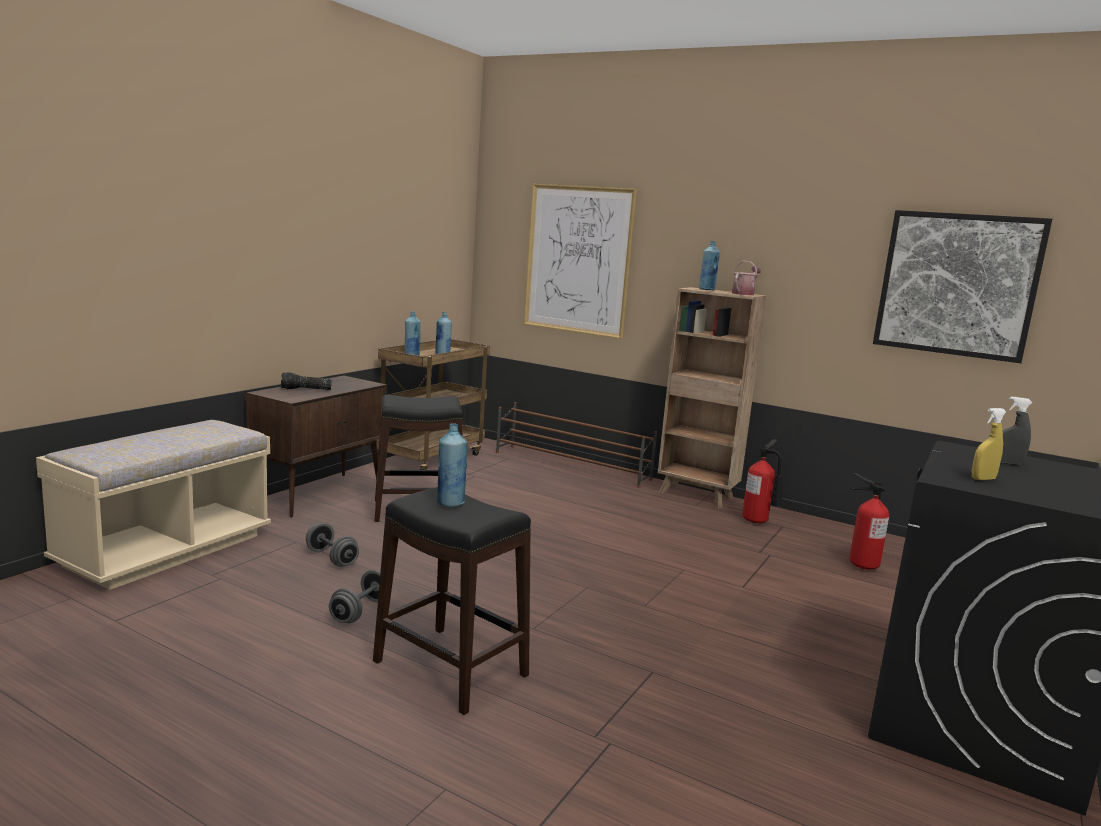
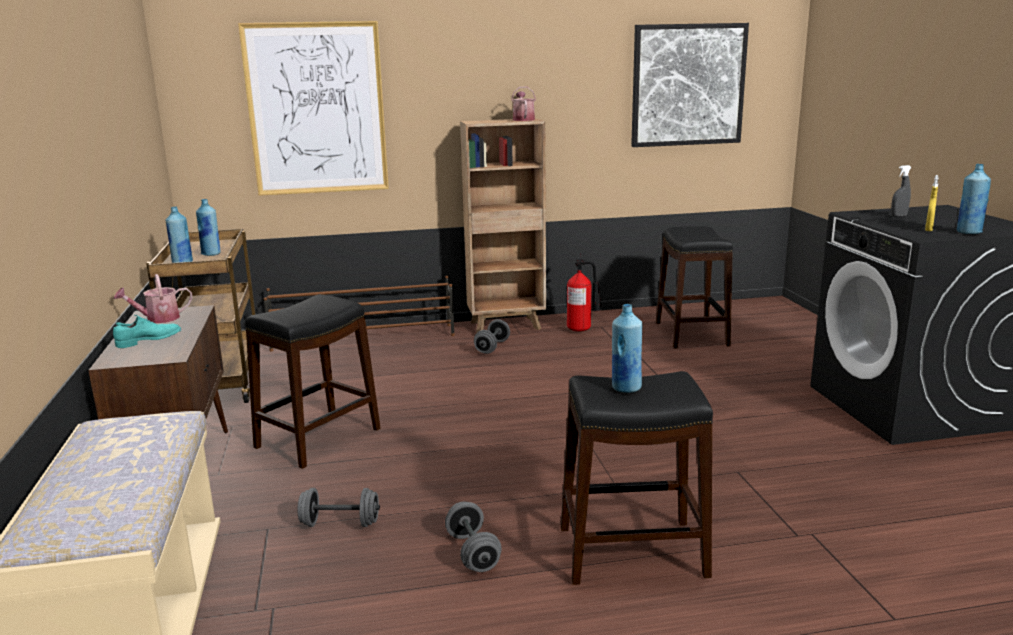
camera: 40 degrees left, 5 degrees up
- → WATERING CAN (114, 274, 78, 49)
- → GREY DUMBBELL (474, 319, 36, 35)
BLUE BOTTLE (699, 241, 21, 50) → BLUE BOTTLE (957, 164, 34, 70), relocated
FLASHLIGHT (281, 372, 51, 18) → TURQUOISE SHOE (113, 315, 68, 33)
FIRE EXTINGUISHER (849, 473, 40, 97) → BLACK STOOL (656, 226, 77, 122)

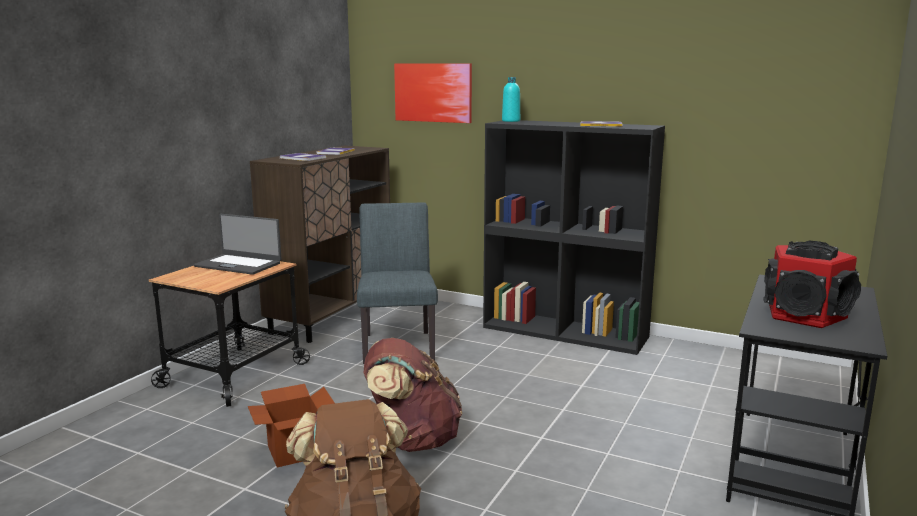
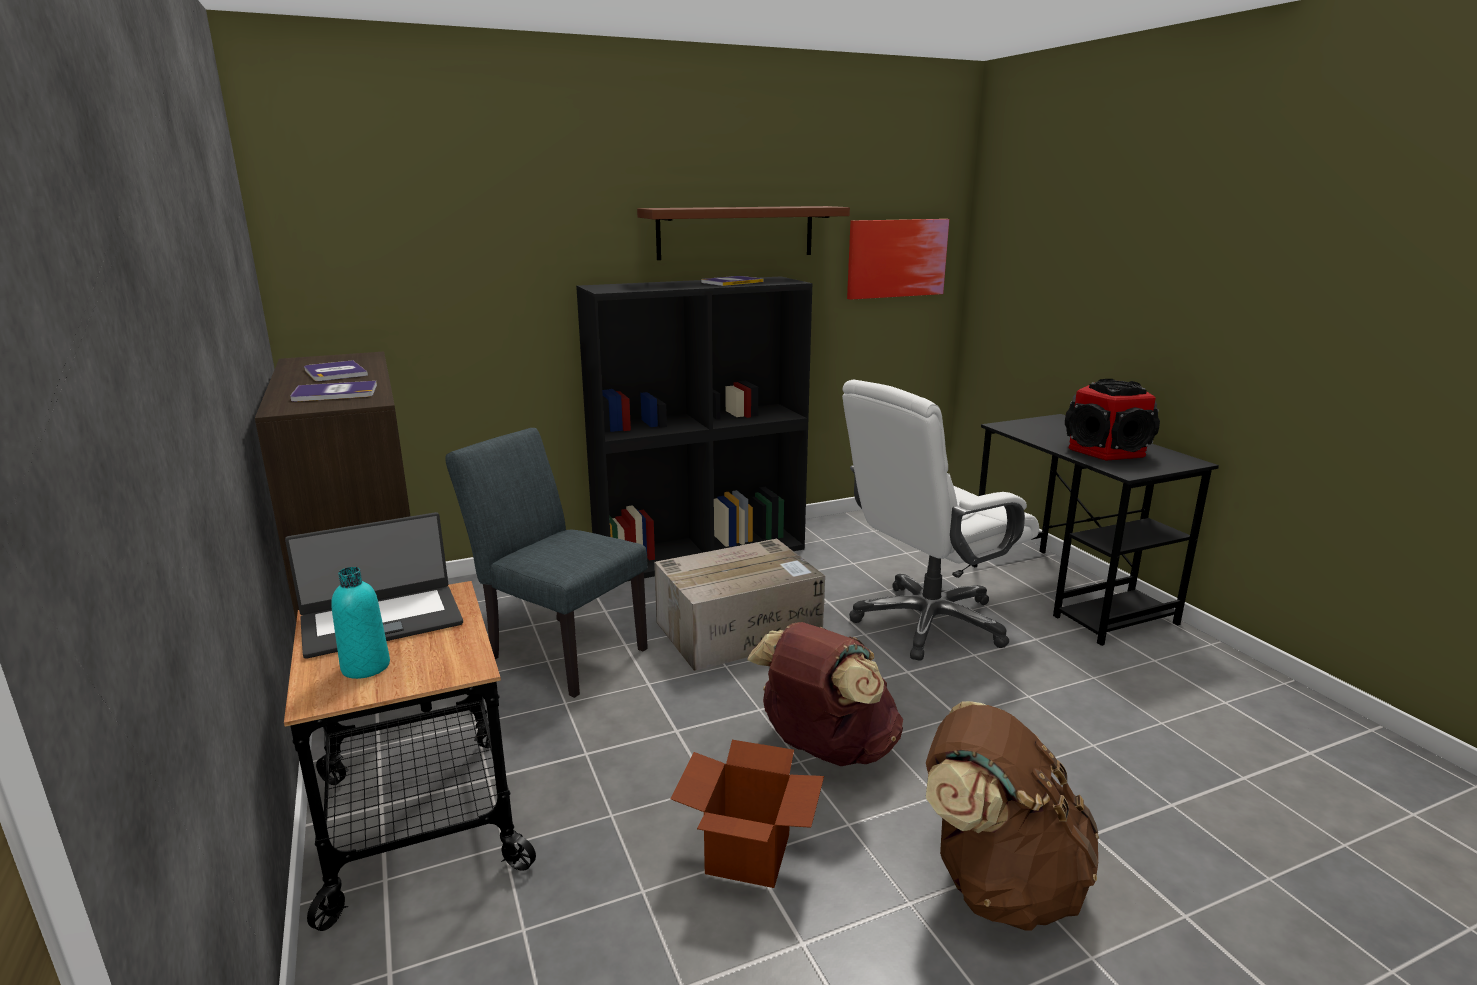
camera: 50 degrees left, 5 degrees up
- → BROWN SHELF (637, 206, 213, 54)
- → CARDBOARD BOX (654, 539, 171, 132)
- → WHITE OFFICE CHAIR (842, 380, 197, 281)
PICTURE (394, 63, 78, 60) → PICTURE (847, 219, 102, 81), relocated
TURQUOISE BOTTLE (502, 77, 18, 45) → TURQUOISE BOTTLE (331, 567, 59, 112), relocated

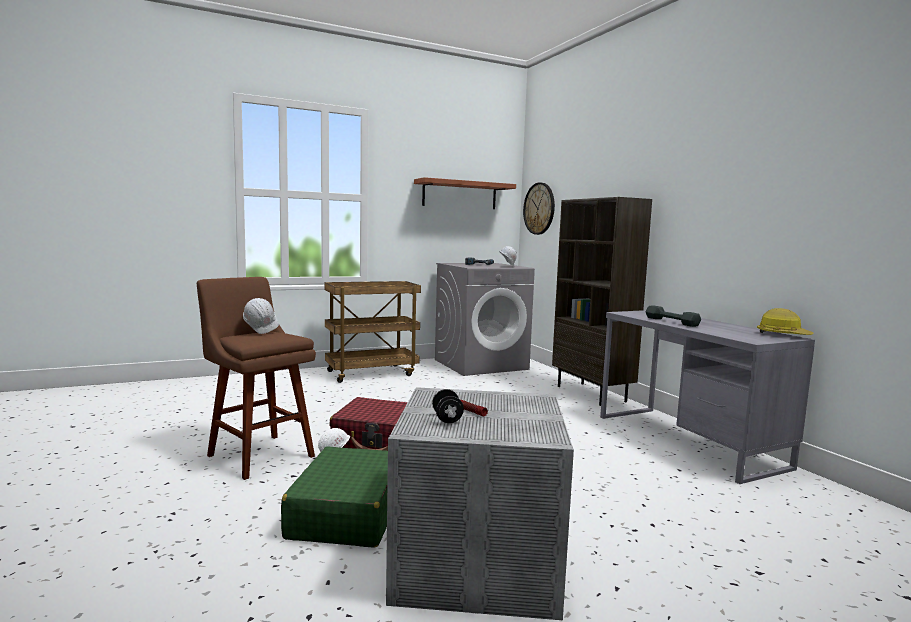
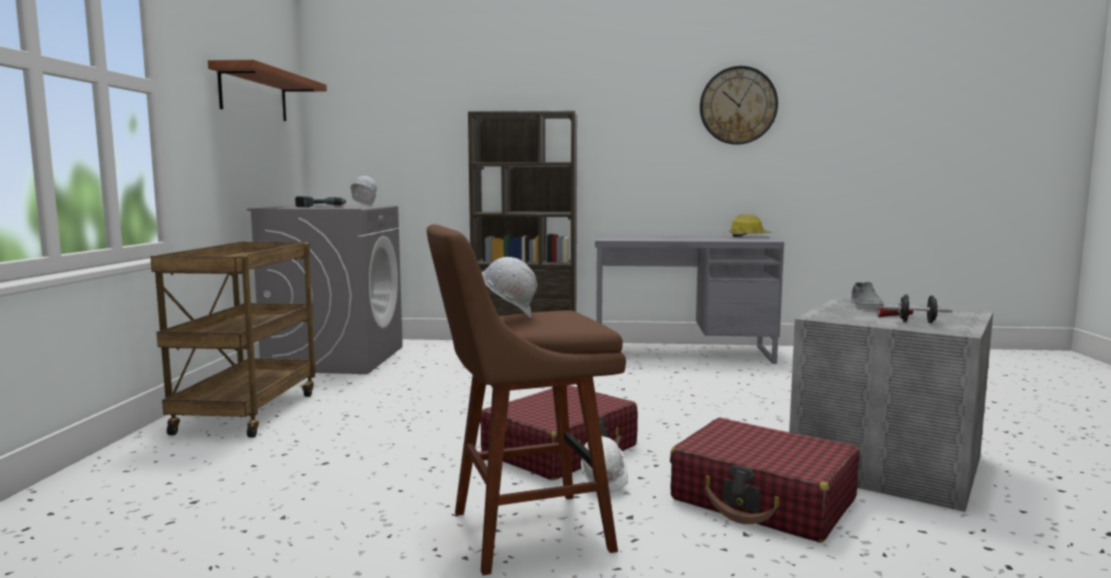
camera: 60 degrees left, 0 degrees up
GREY DUMBBELL (646, 306, 55, 21) → -
- → GREY SHOE (851, 282, 33, 28)
WALL CLOCK (523, 182, 32, 53) → WALL CLOCK (700, 66, 78, 79), relocated
GREEN SUITCASE (281, 447, 107, 101) → RED SUITCASE (670, 418, 190, 124)

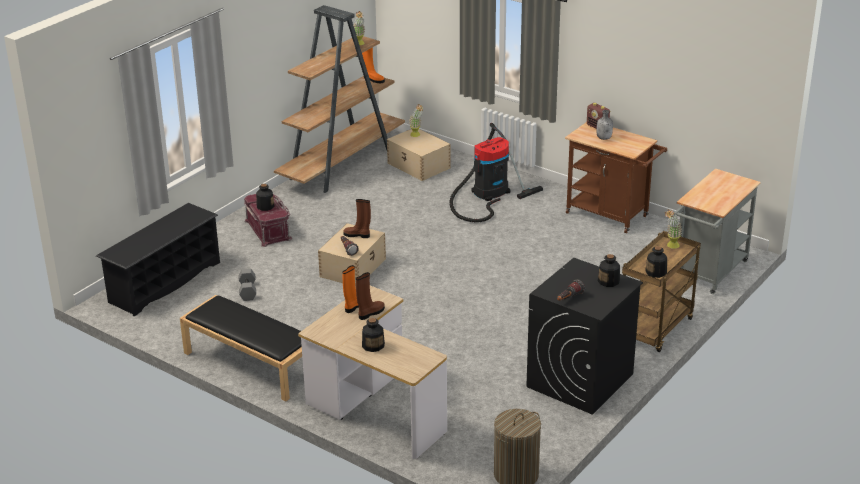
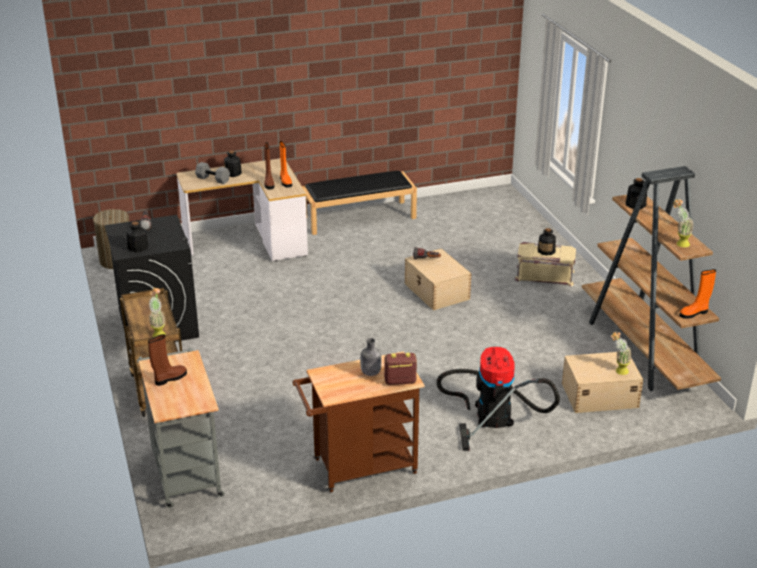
camera: 125 degrees right, 0 degrees up
BLACK SHOE RACK (96, 203, 124, 113) → -
GREY DUMBBELL (239, 268, 17, 33) → GREY DUMBBELL (195, 162, 35, 22), relocated
BROWN BOOT (343, 199, 28, 39) → BROWN BOOT (148, 334, 39, 52), relocated
BOTTLE (645, 246, 22, 32) → BOTTLE (626, 178, 21, 31), relocated
RED STORAGE BOX (244, 194, 48, 53) → BEIGE STORAGE BOX (515, 242, 61, 44)

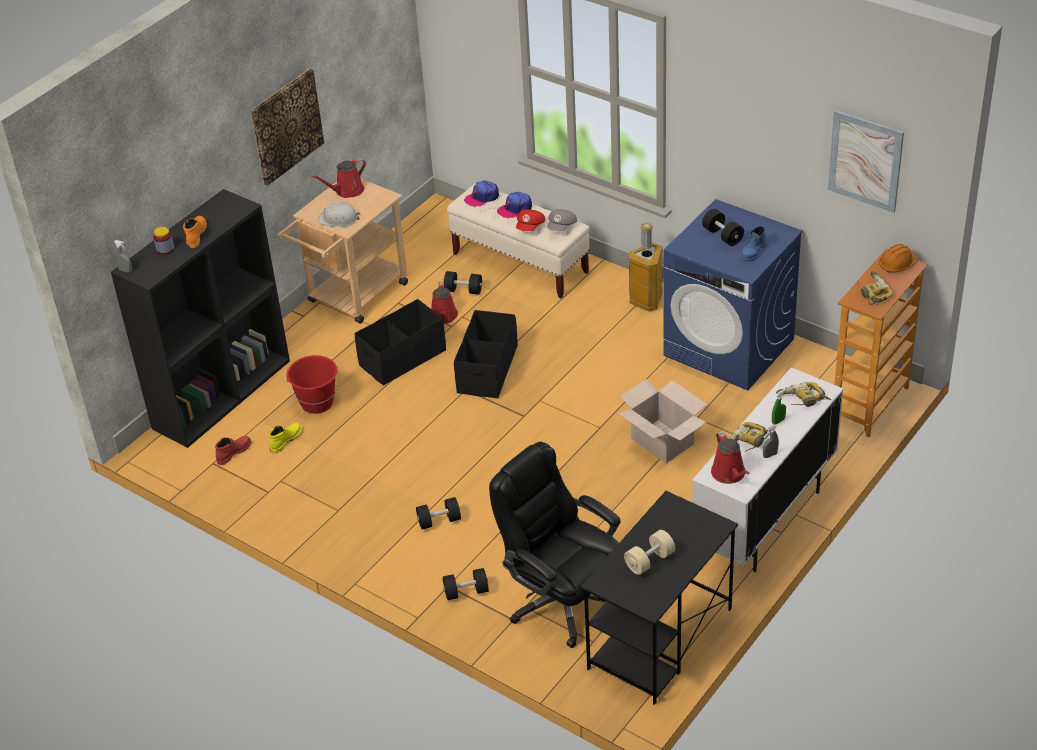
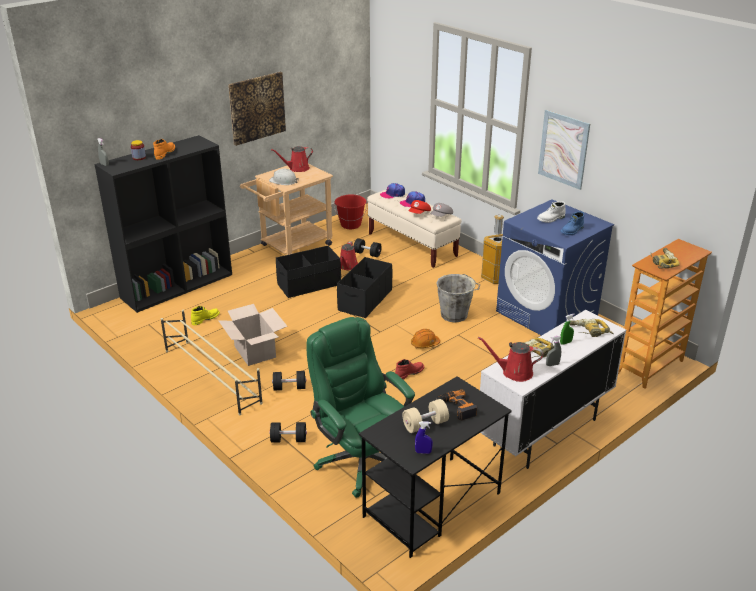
camera: 10 degrees right, 10 degrees down
- → BEIGE SHOE RACK (161, 310, 102, 105)
- → BLUE SPRAY BOTTLE (415, 421, 18, 33)
- → GREY BUCKET (436, 274, 44, 49)
- → POWER DRILL (436, 389, 41, 32)
RED BOOT (215, 436, 36, 29) → RED BOOT (395, 359, 29, 20), relocated
RED BUCKET (286, 355, 54, 59) → RED BUCKET (334, 195, 33, 34), relocated
CARDBOARD BOX (618, 379, 90, 84) → CARDBOARD BOX (218, 304, 69, 62), relocated
PICTURE (828, 110, 76, 103) → PICTURE (538, 110, 52, 80), relocated
ORANGE HARD HAT (879, 244, 39, 29) → ORANGE HARD HAT (411, 329, 29, 19), relocated
BLACK DUMBBELL (702, 209, 42, 37) → WHITE BOOT (537, 201, 29, 22)
BLACK OFFICE CHAIR (489, 441, 132, 207) → GREEN OFFICE CHAIR (307, 317, 108, 181)
RED WATERING CAN (711, 431, 39, 53) → RED WATERING CAN (478, 337, 65, 45), 105 degrees clockwise

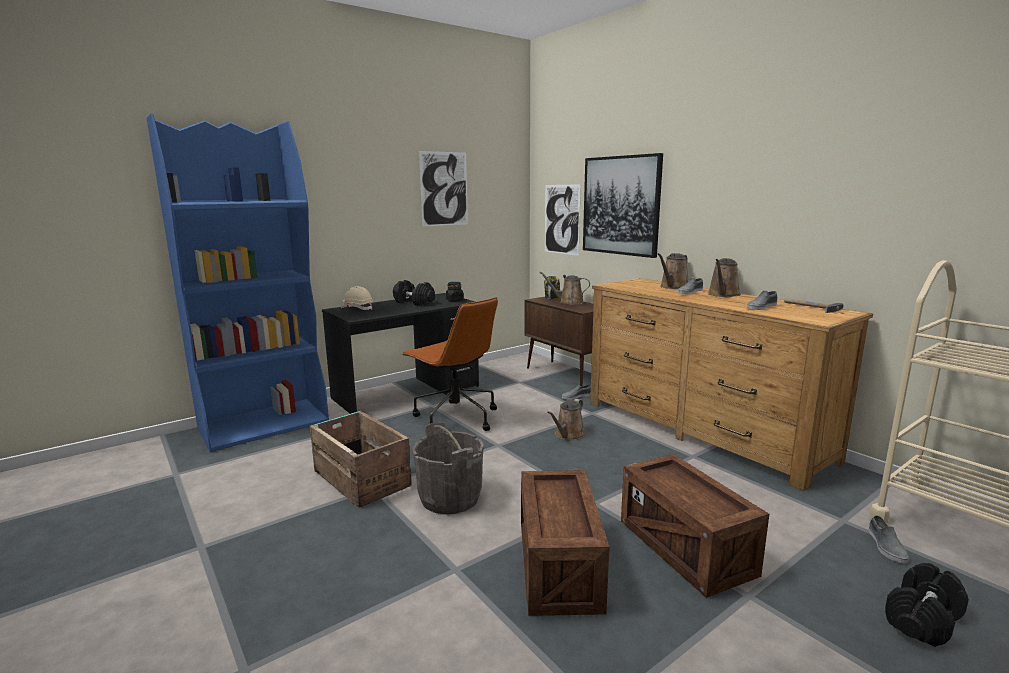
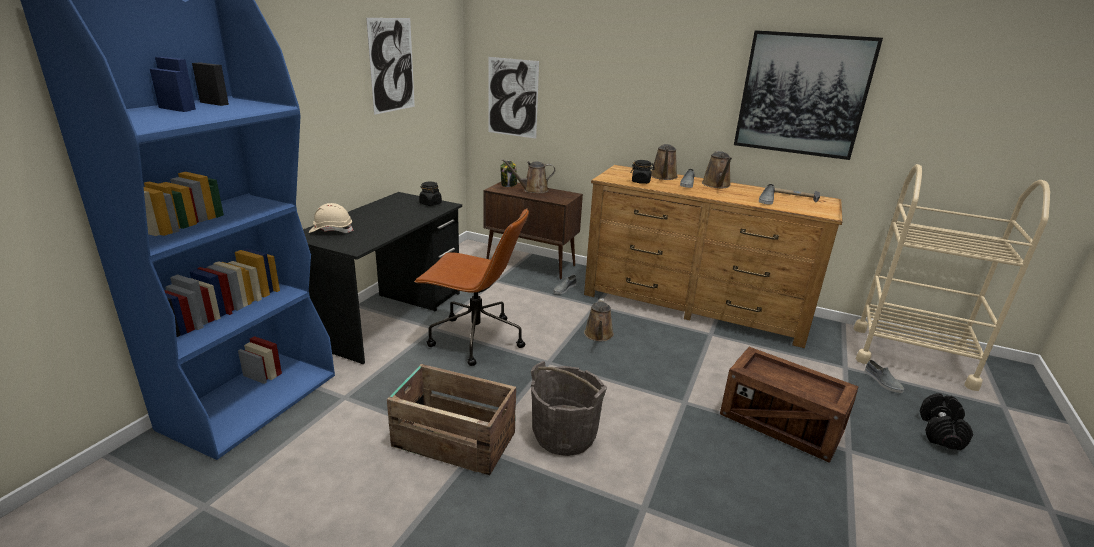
camera: 30 degrees left, 10 degrees up
BLACK DUMBBELL (393, 280, 42, 26) → -
CRATE (521, 470, 89, 146) → -
- → BLACK JAR (631, 160, 24, 24)
PICTURE (583, 153, 80, 105) → PICTURE (734, 30, 149, 130), relocated

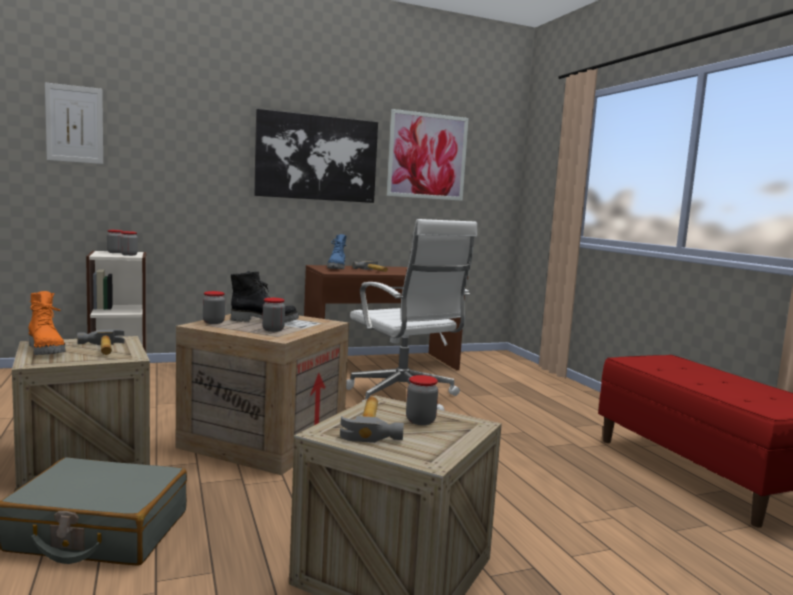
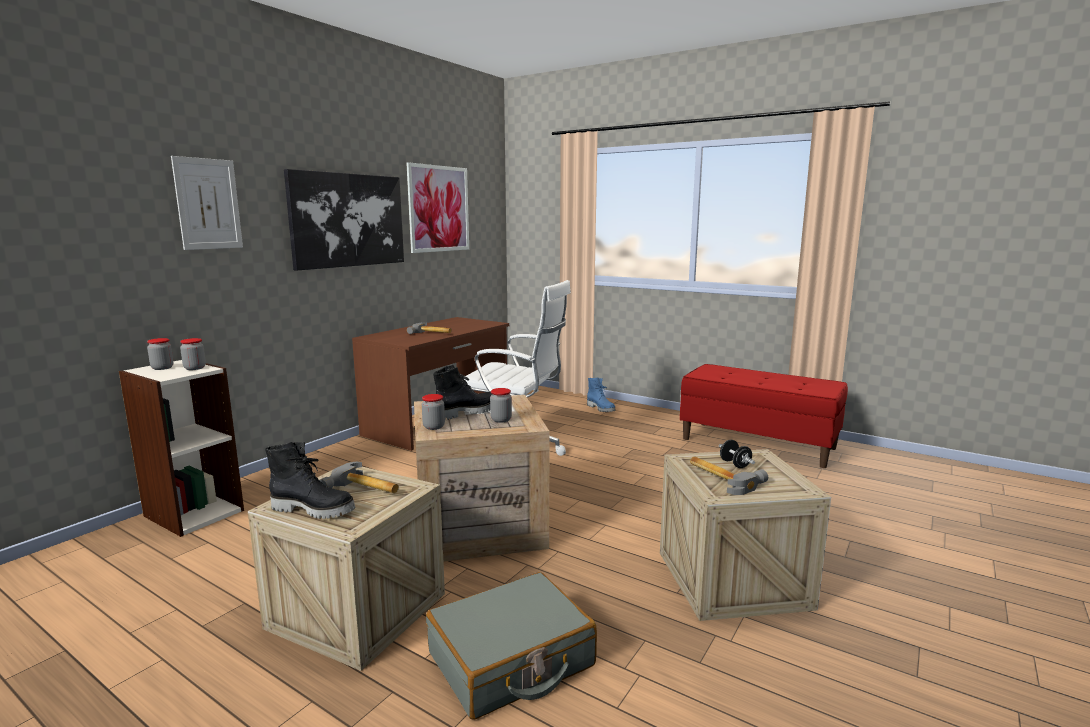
camera: 35 degrees left, 5 degrees up
PICTURE (45, 82, 58, 82) → PICTURE (171, 156, 72, 94), relocated
BLUE BOOT (327, 234, 20, 35) → BLUE BOOT (587, 377, 28, 35), relocated
JAR (406, 375, 32, 50) → BLACK DUMBBELL (719, 440, 36, 28)
ORANGE BOOT (28, 291, 37, 64) → BLACK BOOT (265, 442, 91, 77)

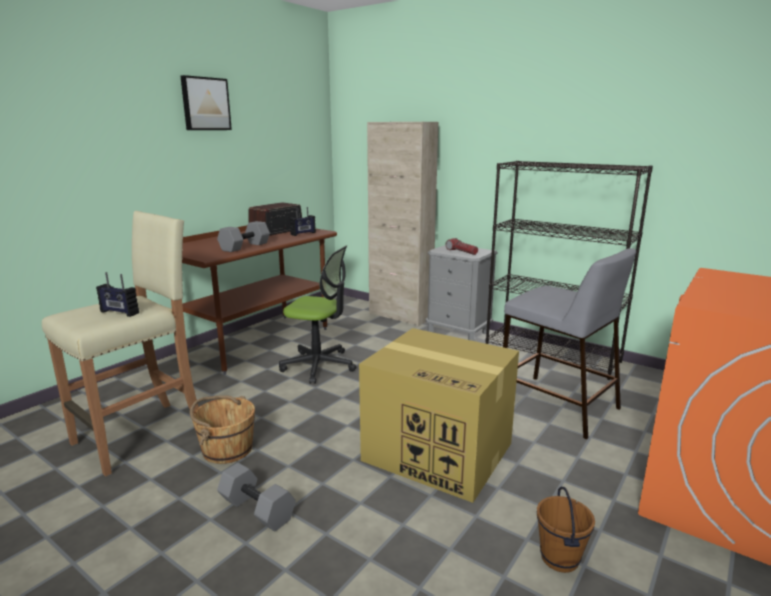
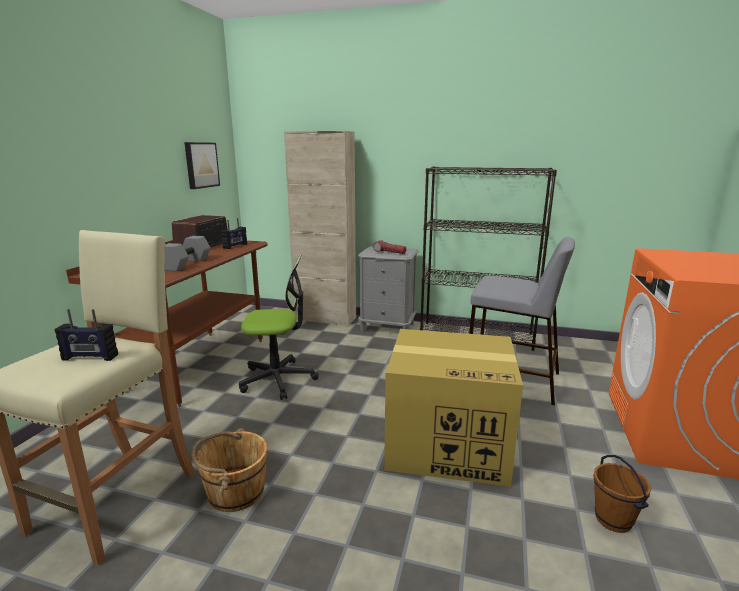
camera: 20 degrees left, 0 degrees up
GREY DUMBBELL (217, 463, 79, 69) → -
PICTURE (180, 75, 52, 55) → PICTURE (184, 142, 36, 47), relocated

